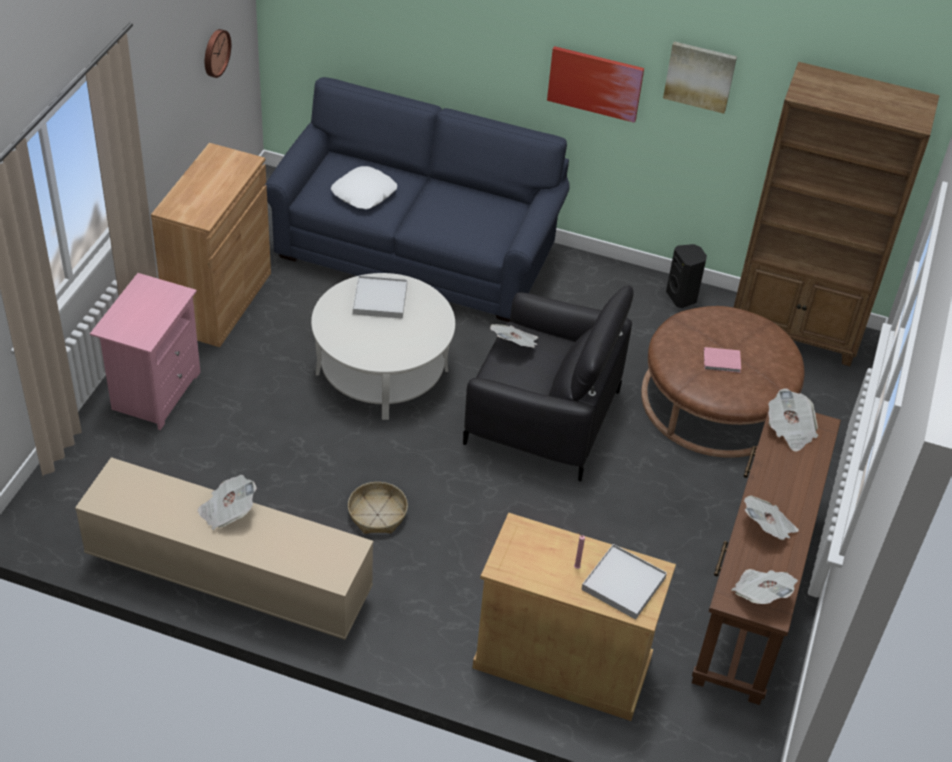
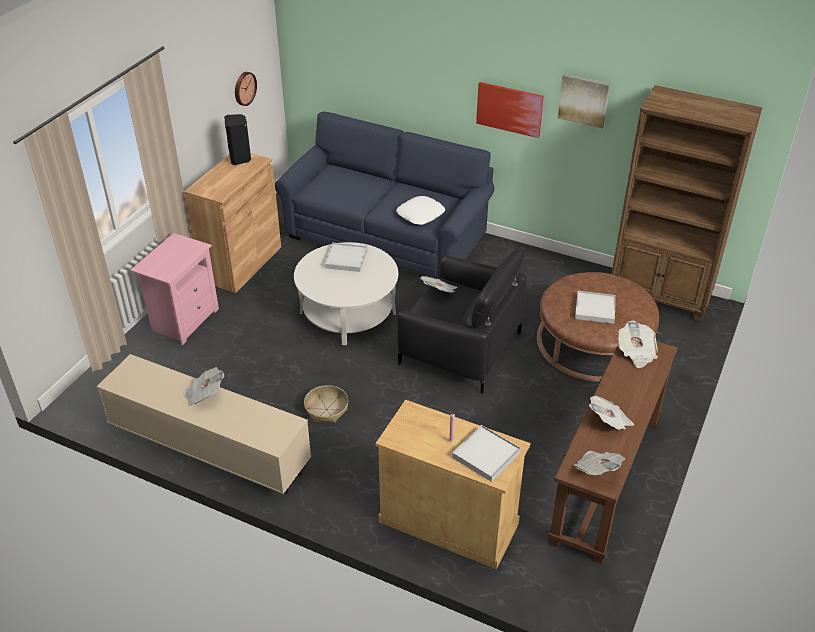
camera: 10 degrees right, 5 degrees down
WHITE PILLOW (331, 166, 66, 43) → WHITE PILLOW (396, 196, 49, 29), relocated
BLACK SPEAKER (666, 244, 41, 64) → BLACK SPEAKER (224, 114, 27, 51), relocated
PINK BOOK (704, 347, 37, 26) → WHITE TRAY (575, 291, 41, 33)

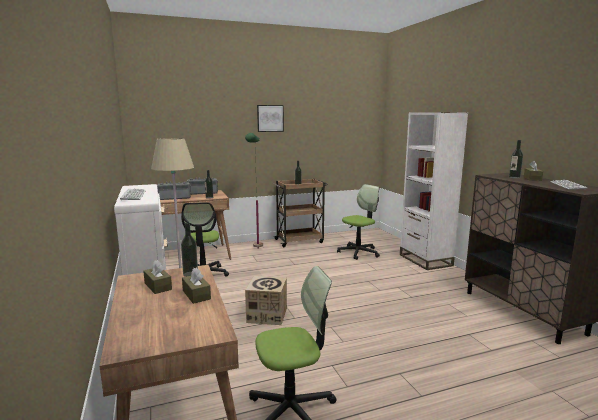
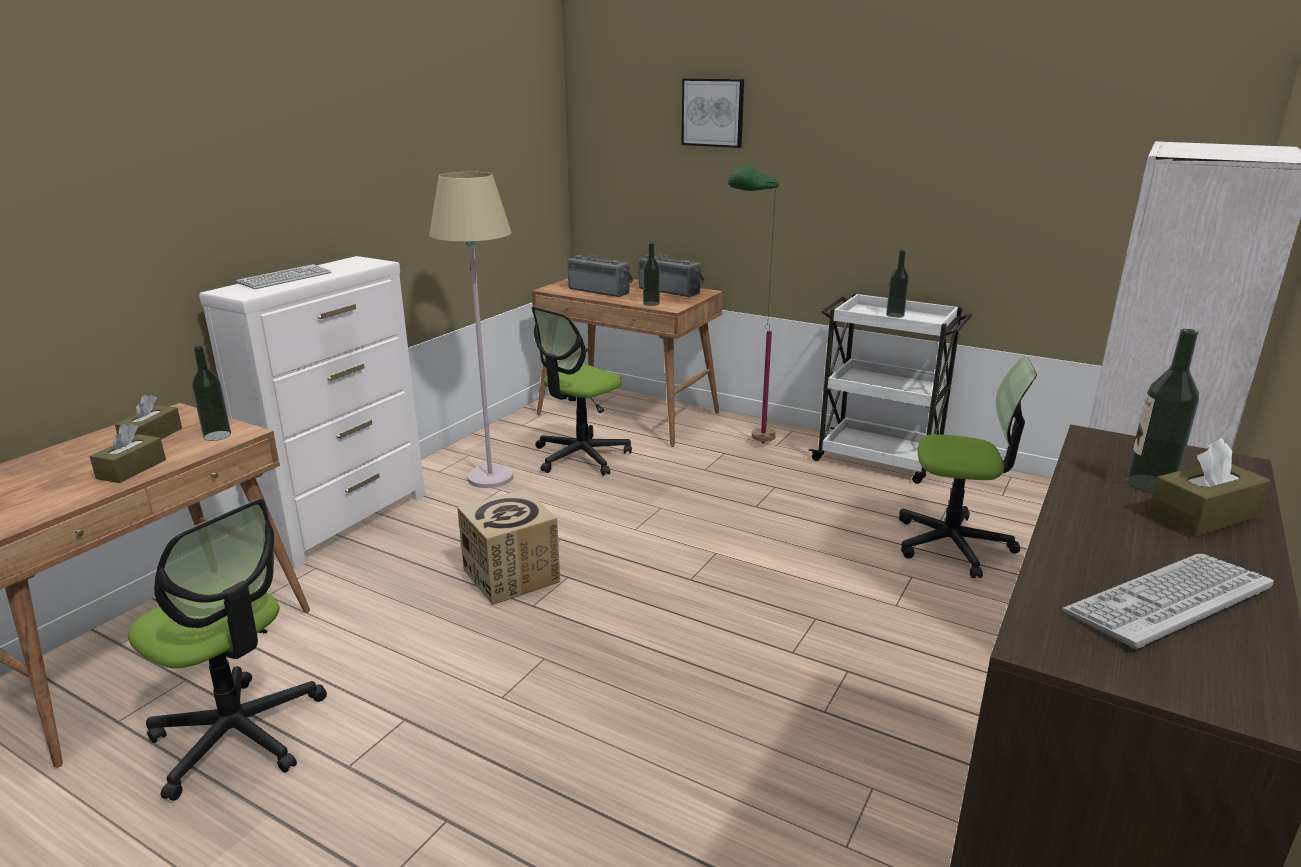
camera: 50 degrees right, 10 degrees up
PICTURE (257, 105, 27, 27) → PICTURE (681, 79, 63, 69), relocated
BROWN CART (273, 179, 55, 68) → WHITE CART (809, 293, 163, 191)

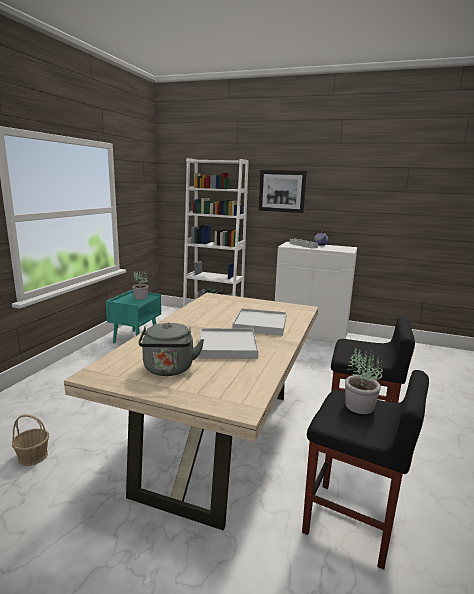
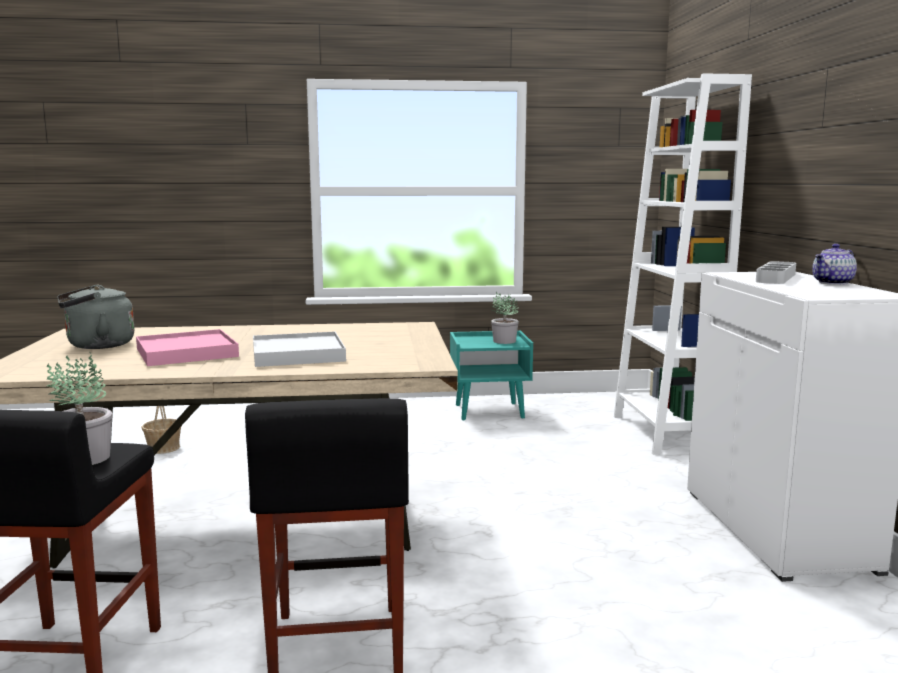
camera: 65 degrees right, 5 degrees down
PICTURE (259, 170, 48, 43) → -
WHITE TRAY (198, 328, 61, 31) → PINK TRAY (136, 329, 103, 37)

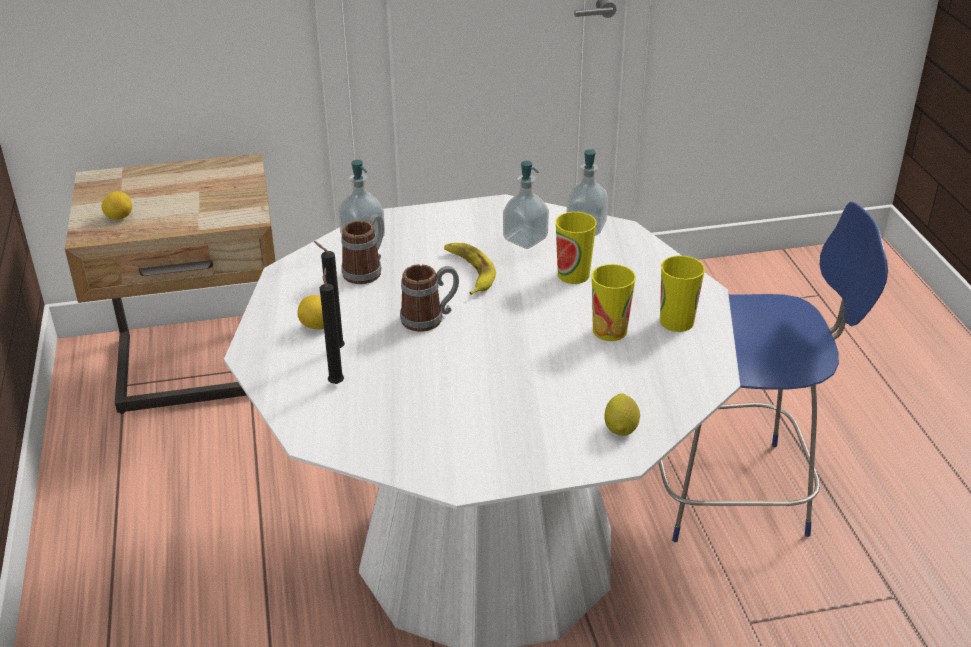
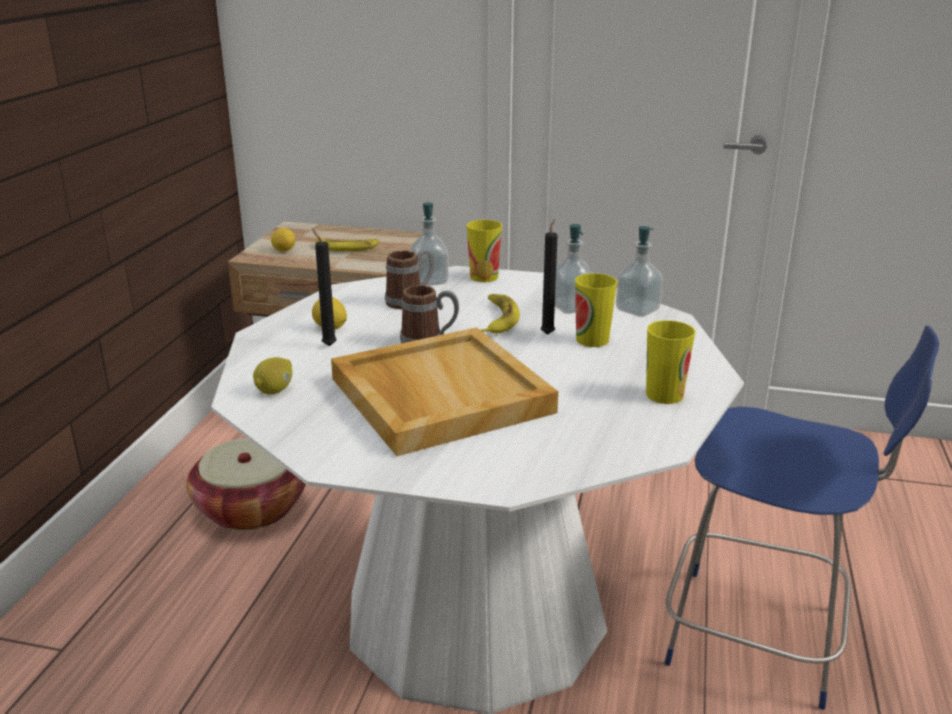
camera: 25 degrees right, 10 degrees down
- → BASKET (187, 438, 119, 93)
- → BANANA (315, 238, 64, 13)
- → BEIGE TRAY (331, 327, 227, 129)
BLACK CANDLE (320, 268, 24, 116) → BLACK CANDLE (541, 219, 17, 116), relocated
CUP (591, 264, 45, 77) → CUP (467, 220, 35, 62), relocated
LEMON (604, 393, 36, 43) → LEMON (253, 357, 39, 37), relocated

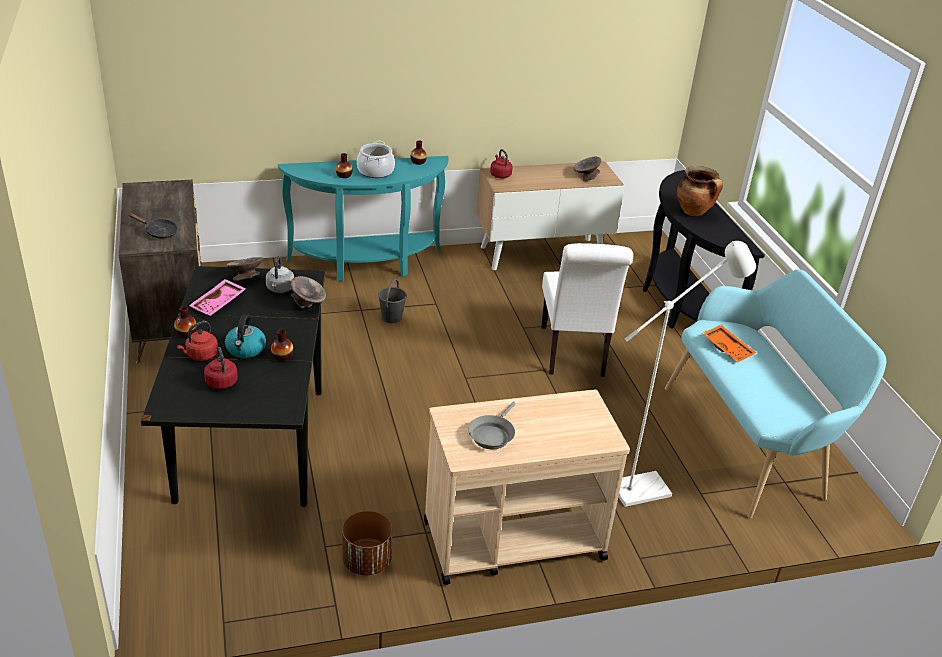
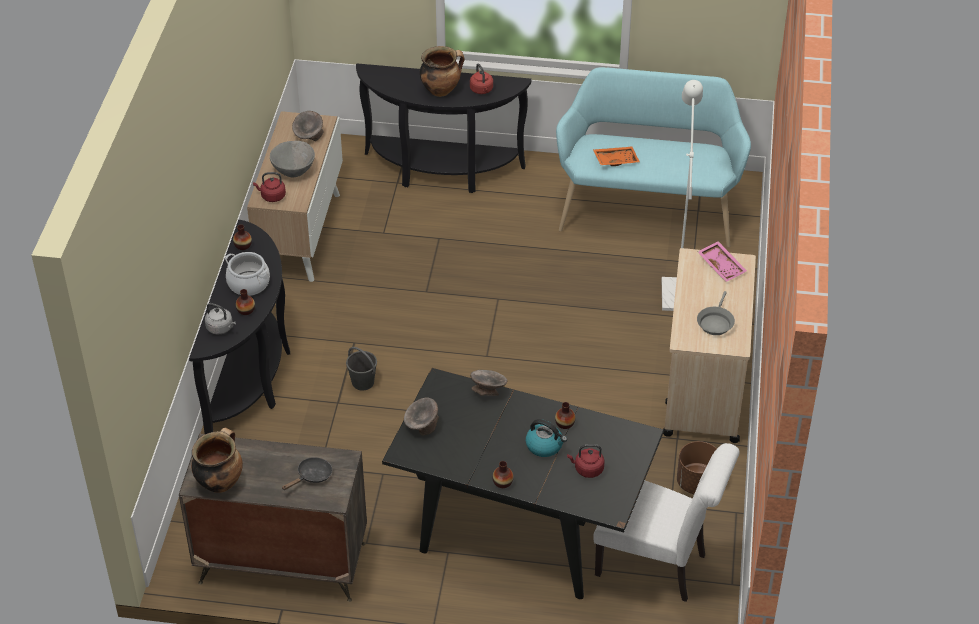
camera: 65 degrees left, 10 degrees up
- → COOKING POT (191, 428, 52, 65)
- → GREY BOWL (270, 141, 45, 36)
RED KETTLE (177, 321, 41, 40) → RED KETTLE (470, 64, 23, 30), relocated
PINK TRAY (189, 279, 57, 37) → PINK TRAY (698, 241, 49, 41), relocated
GREY KETTLE (266, 256, 28, 37) → GREY KETTLE (205, 303, 31, 31), relocated
WHITE CHAIR (541, 243, 92, 134) → WHITE CHAIR (593, 443, 147, 159), relocated
TURQUOISE CONSOLE TABLE (278, 156, 171, 125) → BLACK CONSOLE TABLE (189, 220, 101, 214)
GREY FRYING PAN (468, 401, 48, 48) → GREY FRYING PAN (697, 291, 38, 44), 60 degrees clockwise

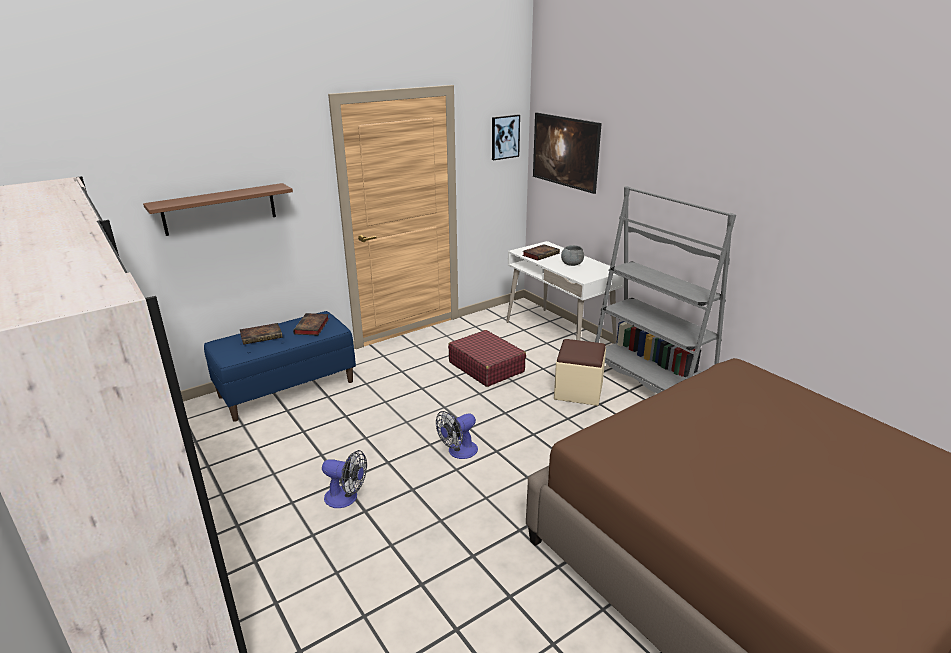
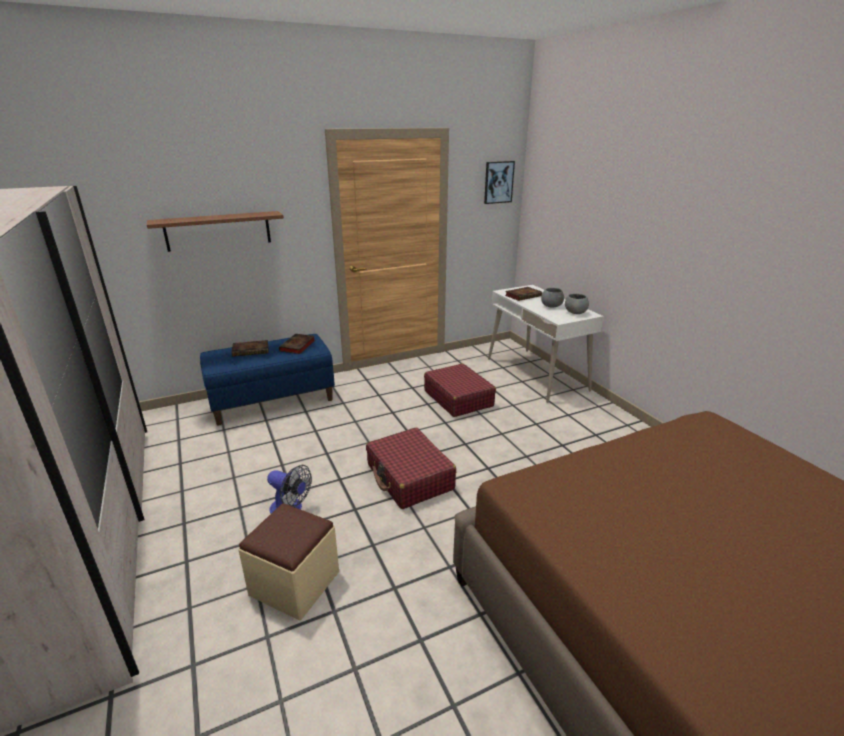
camera: 10 degrees right, 0 degrees up
PICTURE (533, 113, 69, 81) → -
GREY BOOKCASE (595, 186, 141, 207) → -
- → GREY BOWL (565, 294, 24, 20)
BEIGE OTTOMAN (554, 339, 52, 67) → BEIGE OTTOMAN (239, 503, 100, 117), relocated
FAN (436, 411, 42, 48) → RED SUITCASE (366, 428, 90, 81)

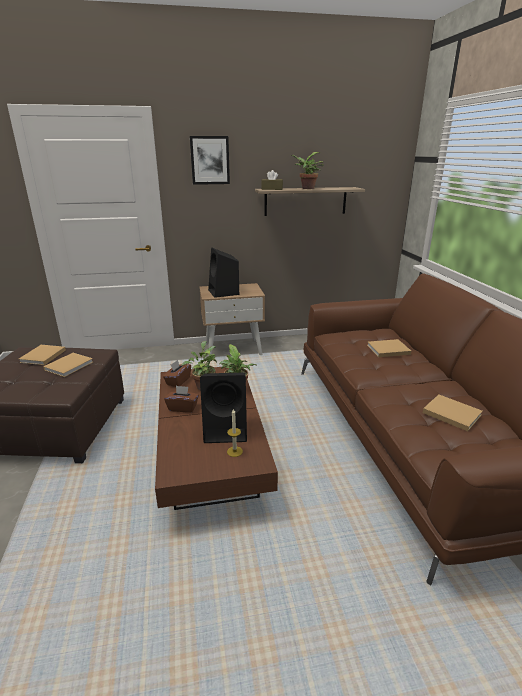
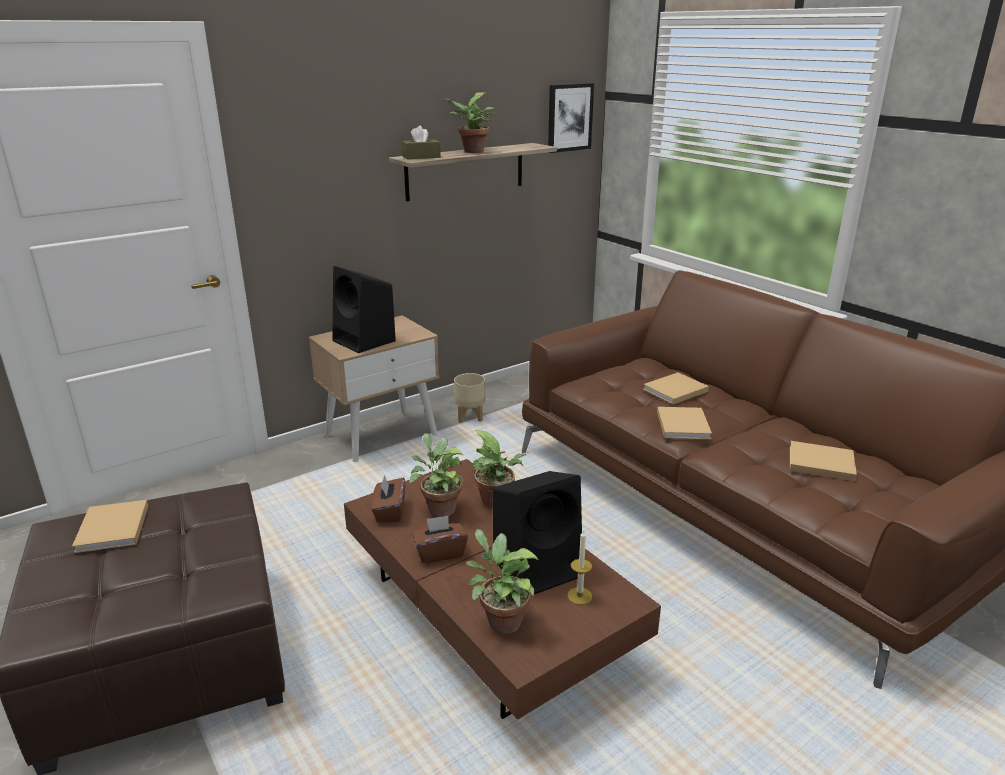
camera: 25 degrees left, 0 degrees up
- → BEIGE PLANTER (454, 373, 31, 50)
- → POTTED PLANT (466, 529, 73, 105)
BEIGE BOOK (43, 353, 50, 24) → BEIGE BOOK (657, 407, 55, 32), relocated
PICTURE (190, 136, 40, 49) → PICTURE (548, 83, 46, 70), relocated

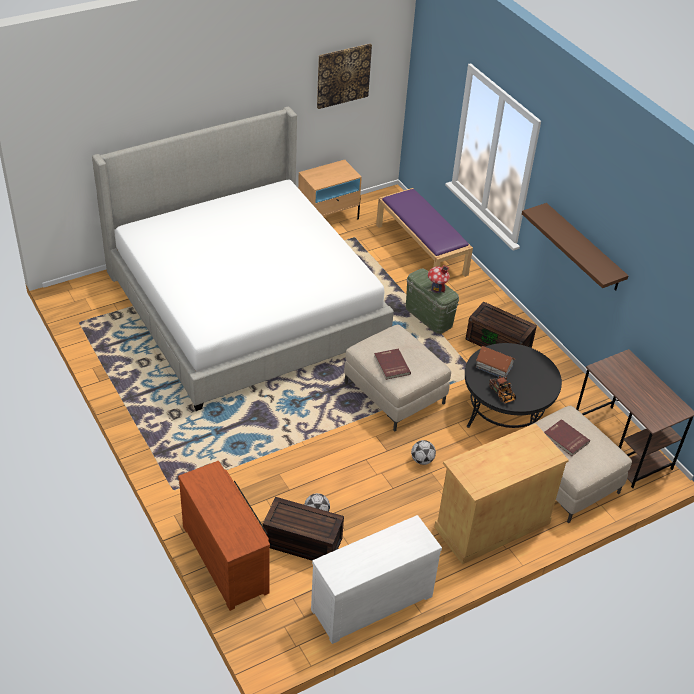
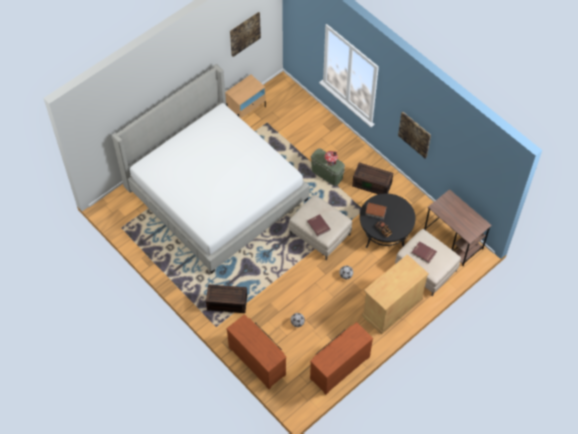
camera: 10 degrees left, 15 degrees up
PURPLE BENCH (376, 188, 97, 89) → -
BROWN STORAGE BOX (263, 497, 81, 64) → BROWN STORAGE BOX (206, 284, 41, 29), relocated
BROWN SHELF (522, 203, 107, 87) → PICTURE (398, 112, 33, 47)
WHITE DRESSER (311, 515, 131, 129) → BROWN DRESSER (310, 322, 63, 73)

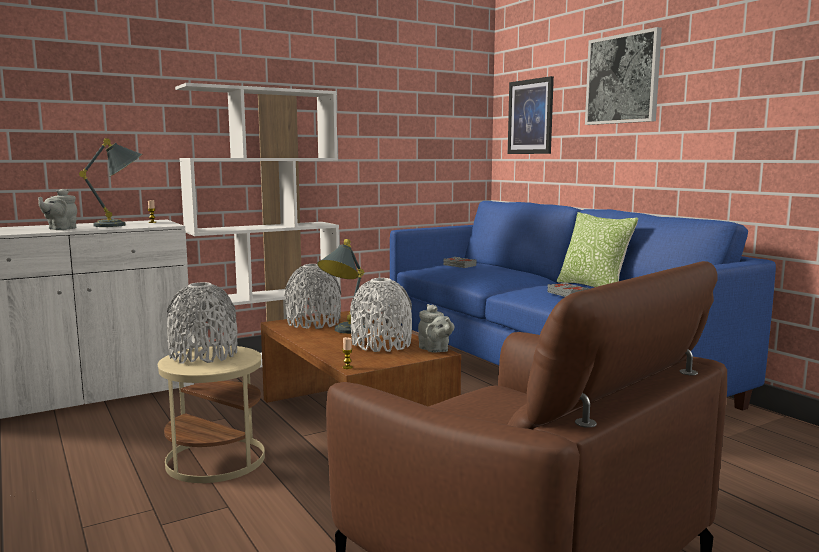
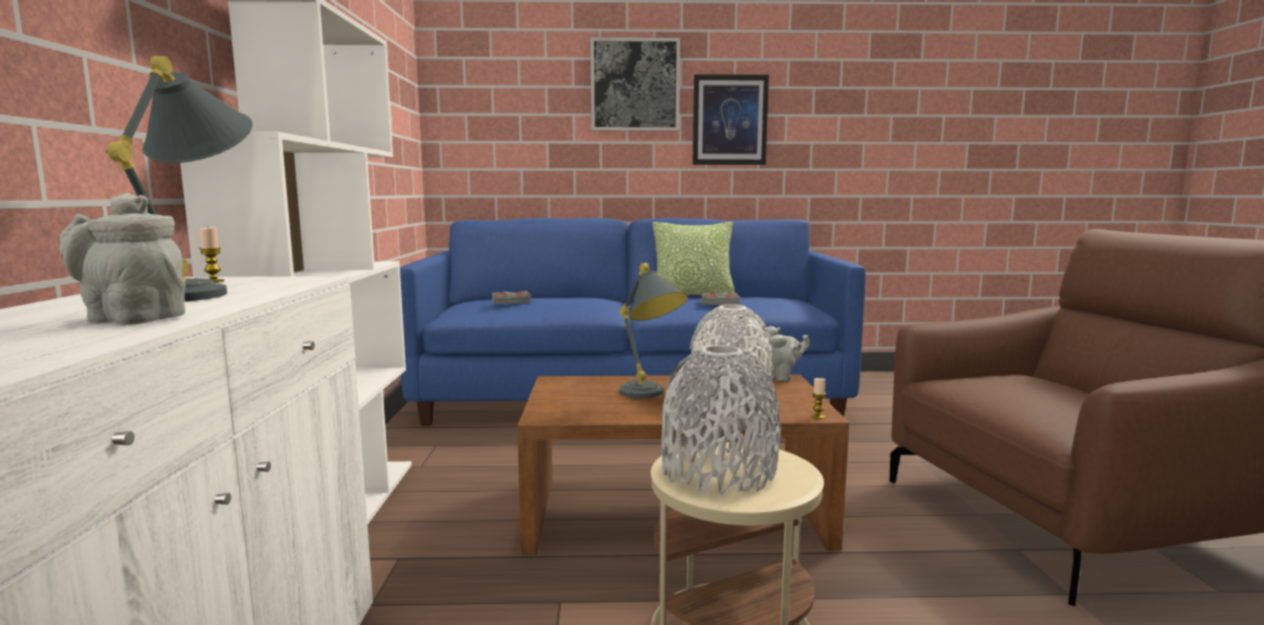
camera: 60 degrees left, 0 degrees up
GREY VASE (284, 264, 57, 65) → -
PICTURE (508, 76, 46, 78) → PICTURE (693, 74, 76, 91), relocated
GREY TEAPOT (38, 189, 39, 41) → GREY TEAPOT (59, 193, 126, 132), 150 degrees clockwise

